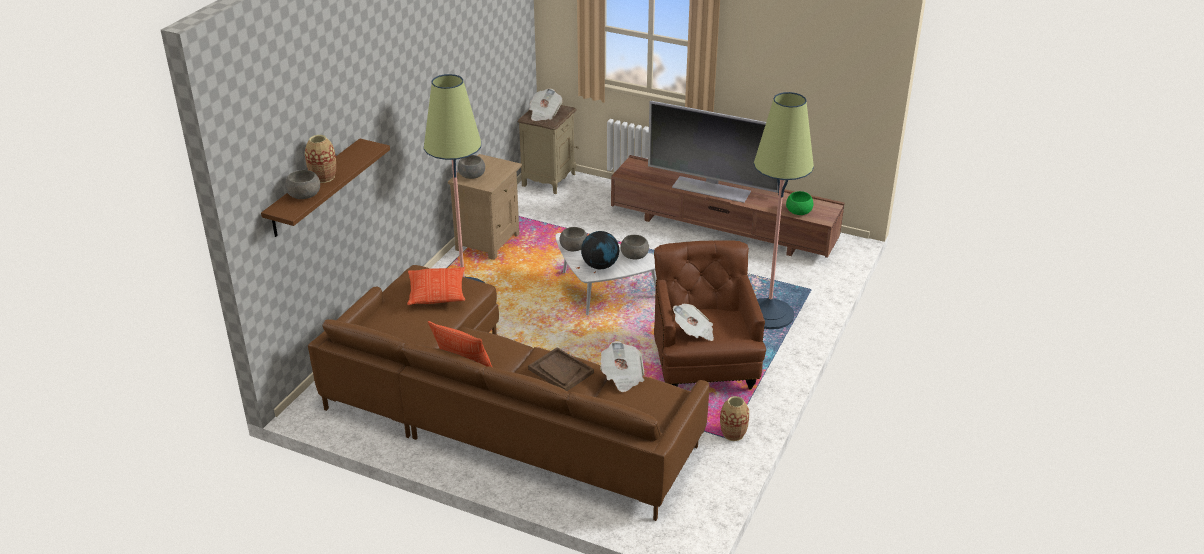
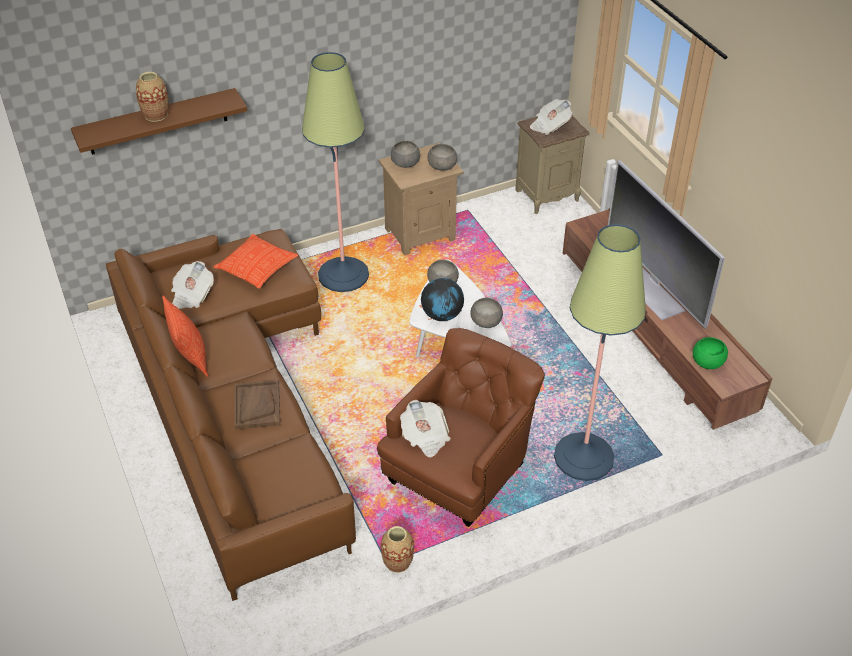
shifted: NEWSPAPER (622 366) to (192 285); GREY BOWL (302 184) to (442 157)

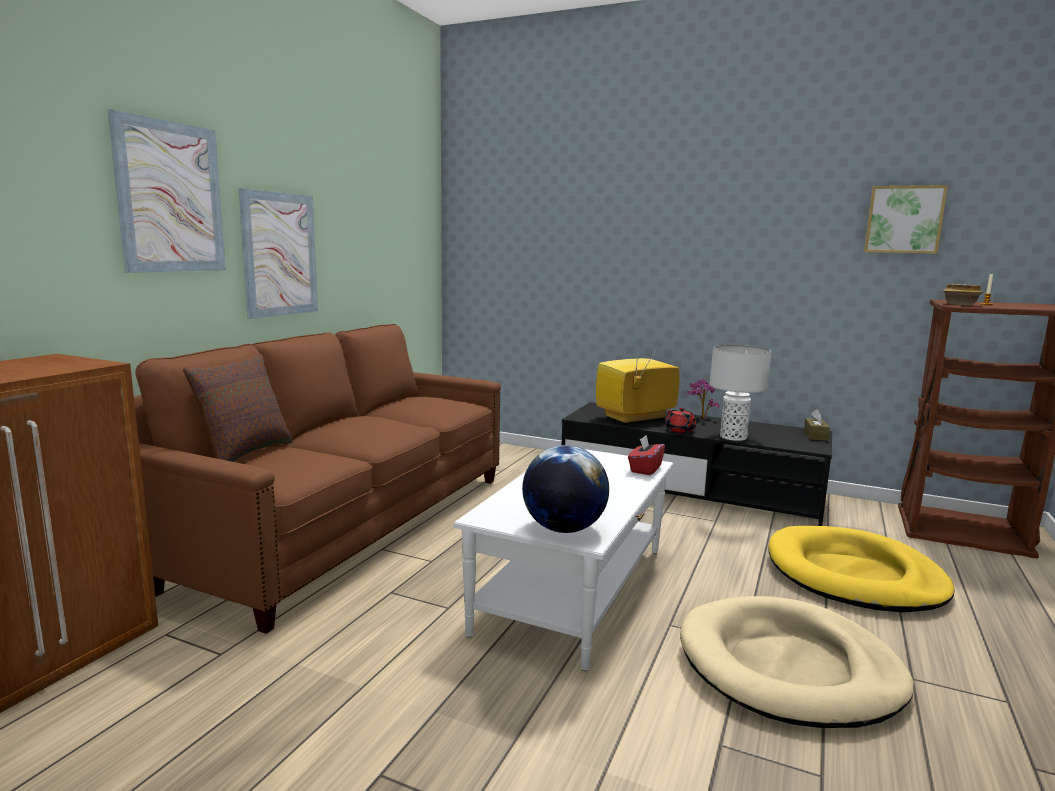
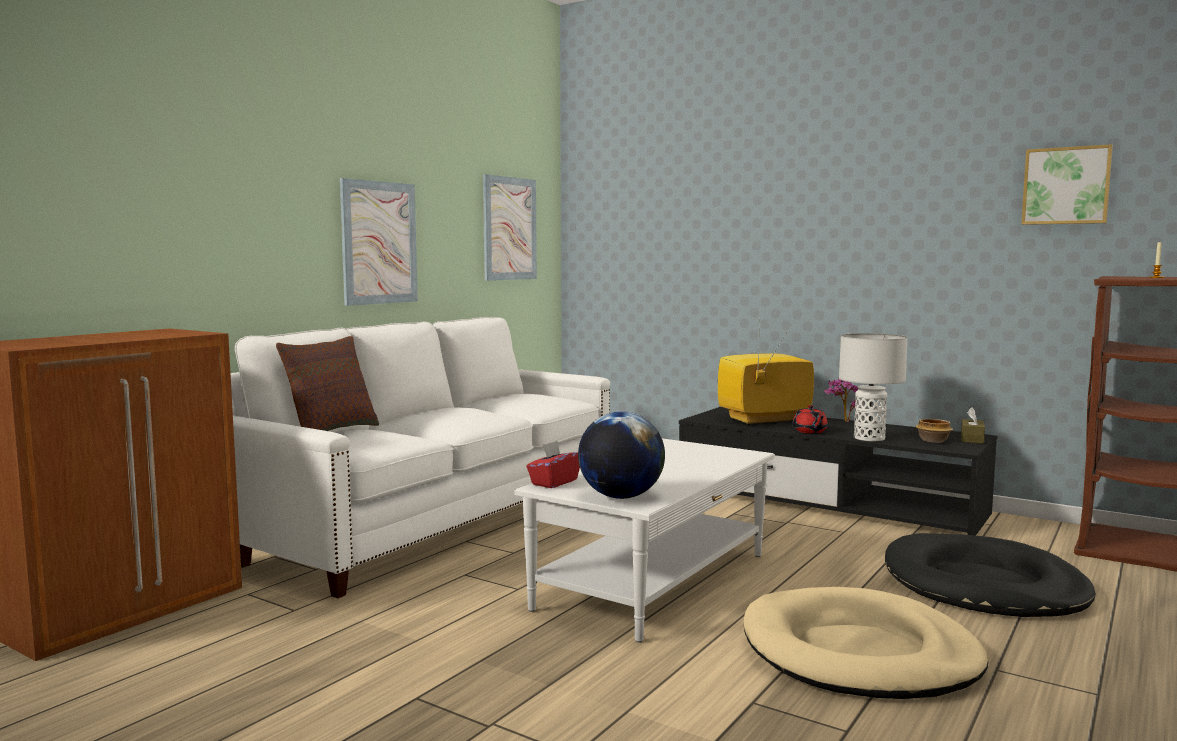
shifted: PICTURE (167 191) to (510 227); RED TISSUE BOX (646 455) to (553 464); BOWL (963 294) to (934 431)
repainted: BROWN SOFA (317 479) to WHITE SOFA (420 457); YELLOW DOG BED (861 569) to BLACK DOG BED (990 575)

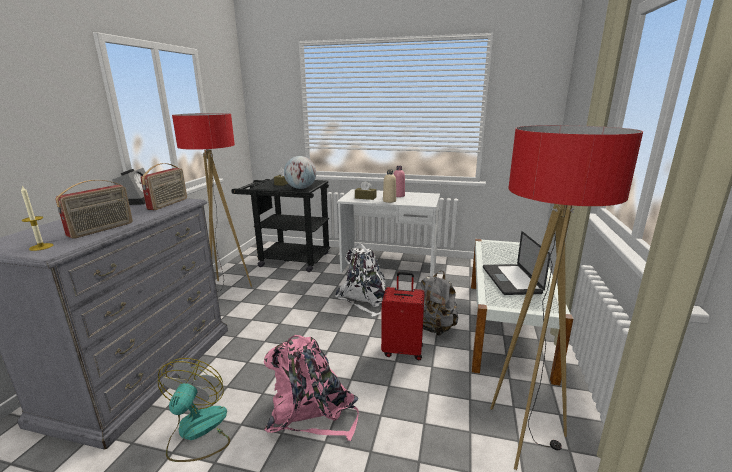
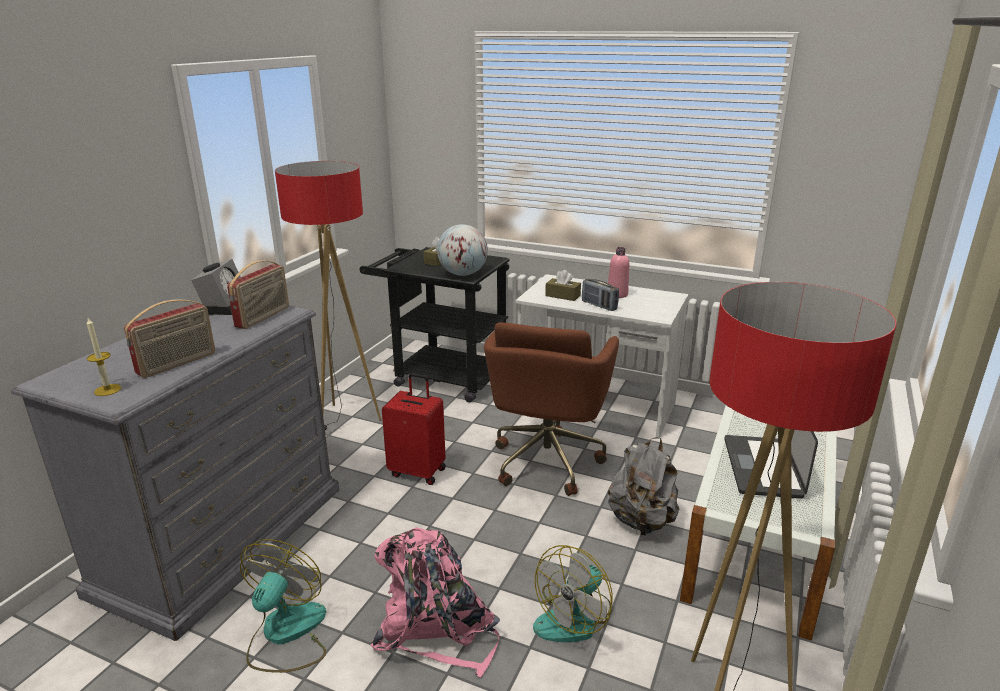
new: FAN (573 593)
shifted: RED SUITCASE (403 316) to (414 429)
swapped: WHITE BACKPACK (360 280) to BROWN OFFICE CHAIR (551 409); BEIGE BOTTLE (389 186) to RADIO (600 295)

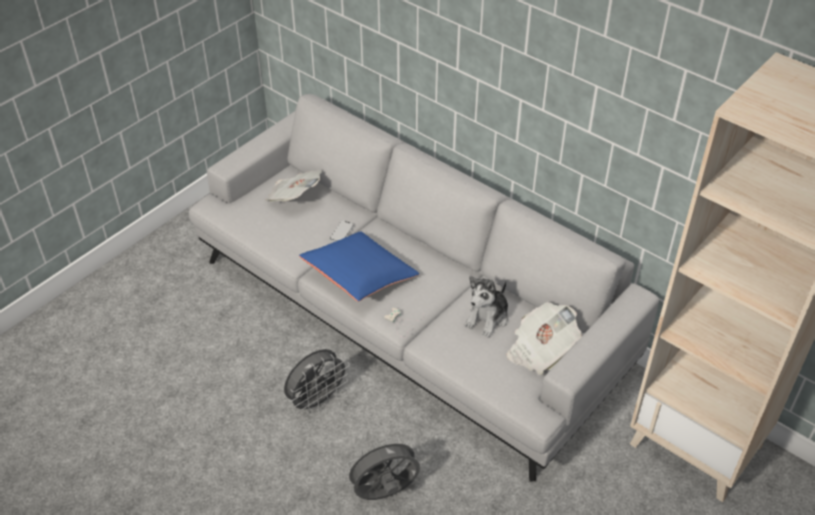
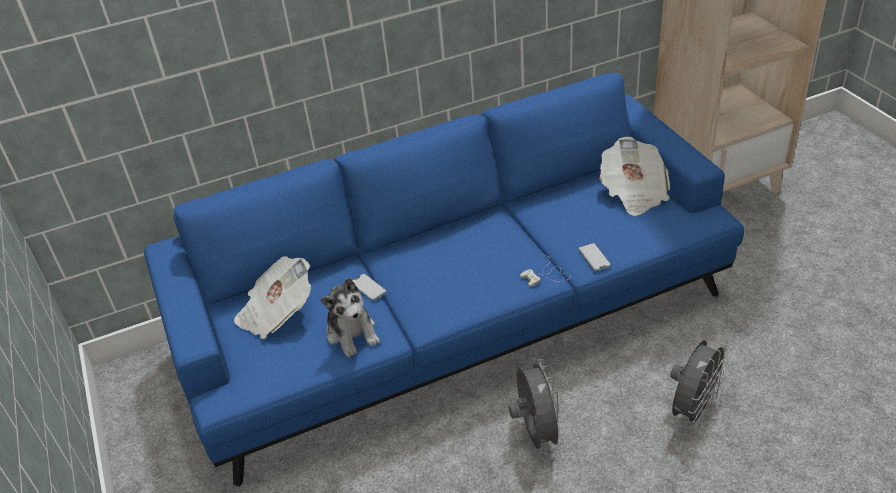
gone: BLUE PILLOW (359 266)
new: PHONE (594 257)
shifted: PLUSH TOY (487 306) to (350 317)
repainted: GREY SOFA (424 288) to BLUE SOFA (444 280)
rotated: GREY FAN (382 468) = (700 384) 150 degrees counterclockwise

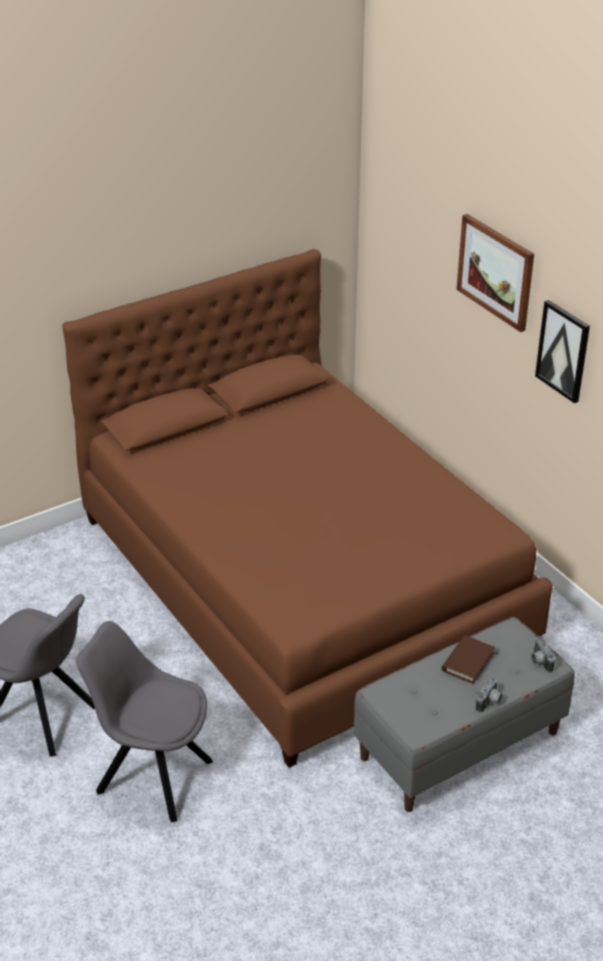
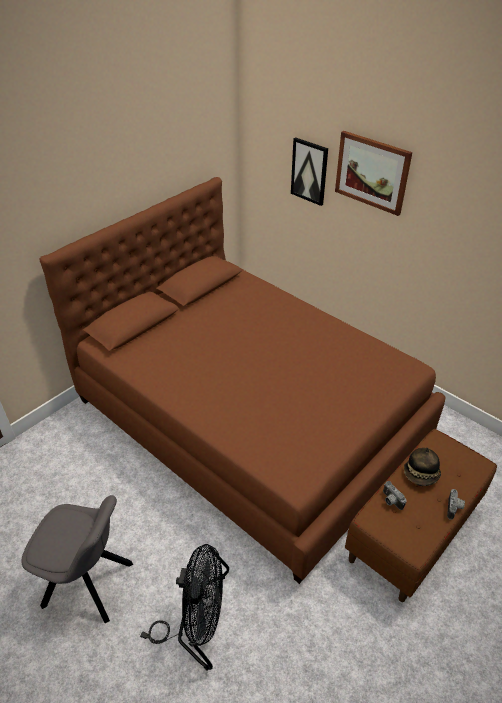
shifted: PICTURE (562 351) to (309 171); PHOTO CAMERA (543 654) to (395 495)
swapped: GREY CHAIR (144 722) to BLACK FAN (184 607); BROWN BOOK (468 659) to HAT (422 466)
repainted: GREY BENCH (464 714) to BROWN BENCH (421 515)

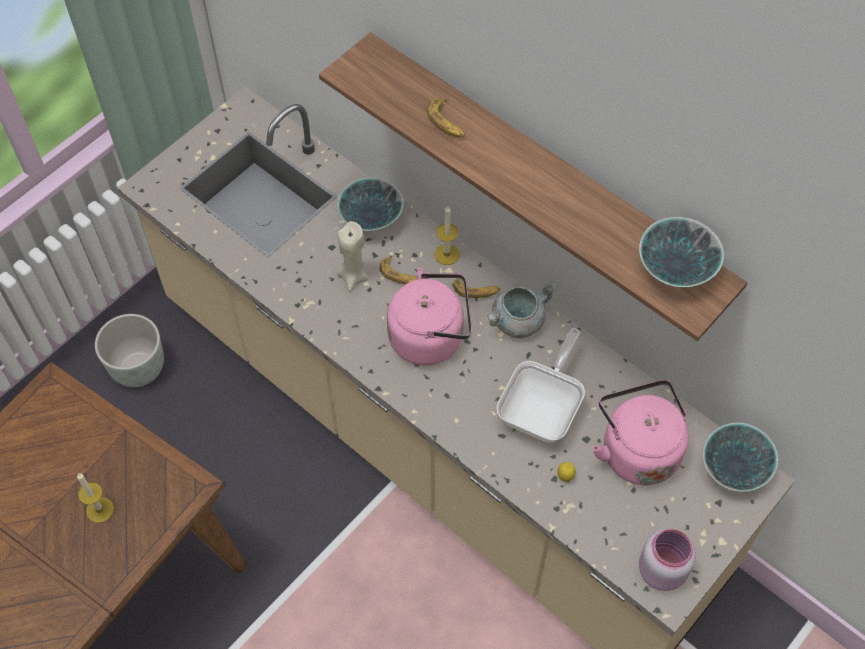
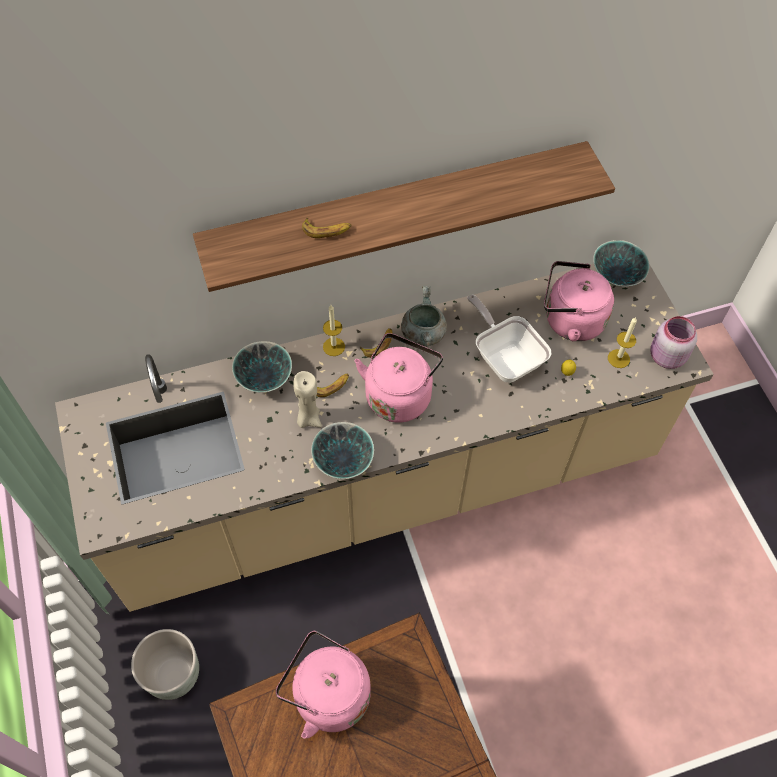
new: PINK KETTLE (323 685)
shifted: BOWL (681 252) to (342 450); CANDLE (95 498) to (622 342)

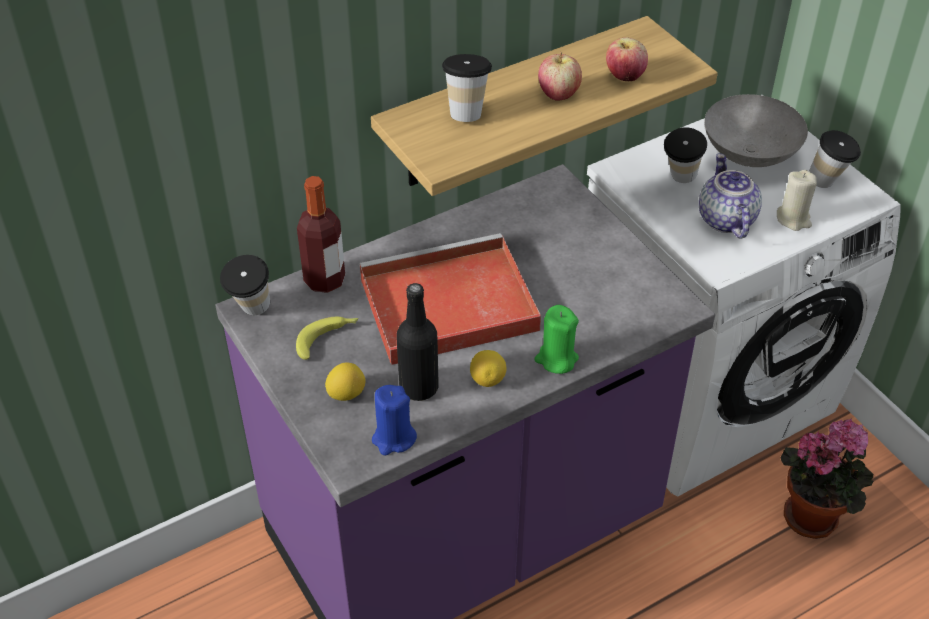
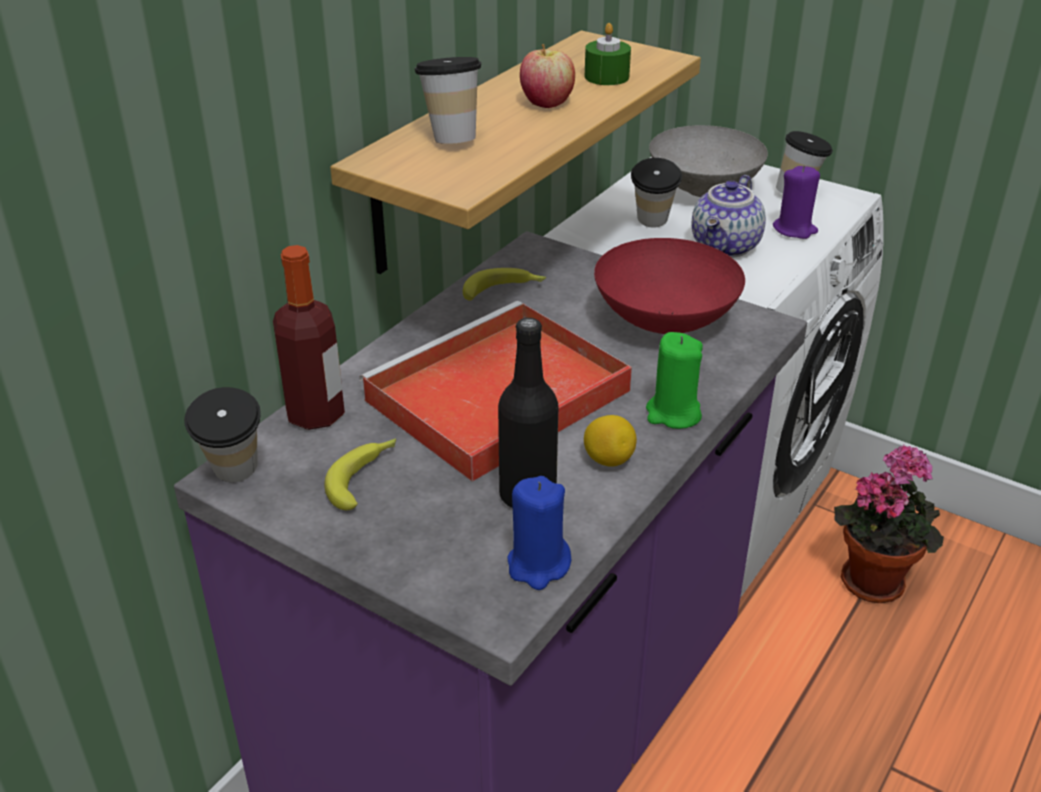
gone: LEMON (345 382)
new: BANANA (504 284); RED BOWL (669 286)
swapped: APPLE (627 59) to GREEN CANDLE (608 54)
repainted: BEIGE CANDLE (797 200) to PURPLE CANDLE (796 202)
rotated: TEAPOT (730 195) = (729 216) 120 degrees counterclockwise

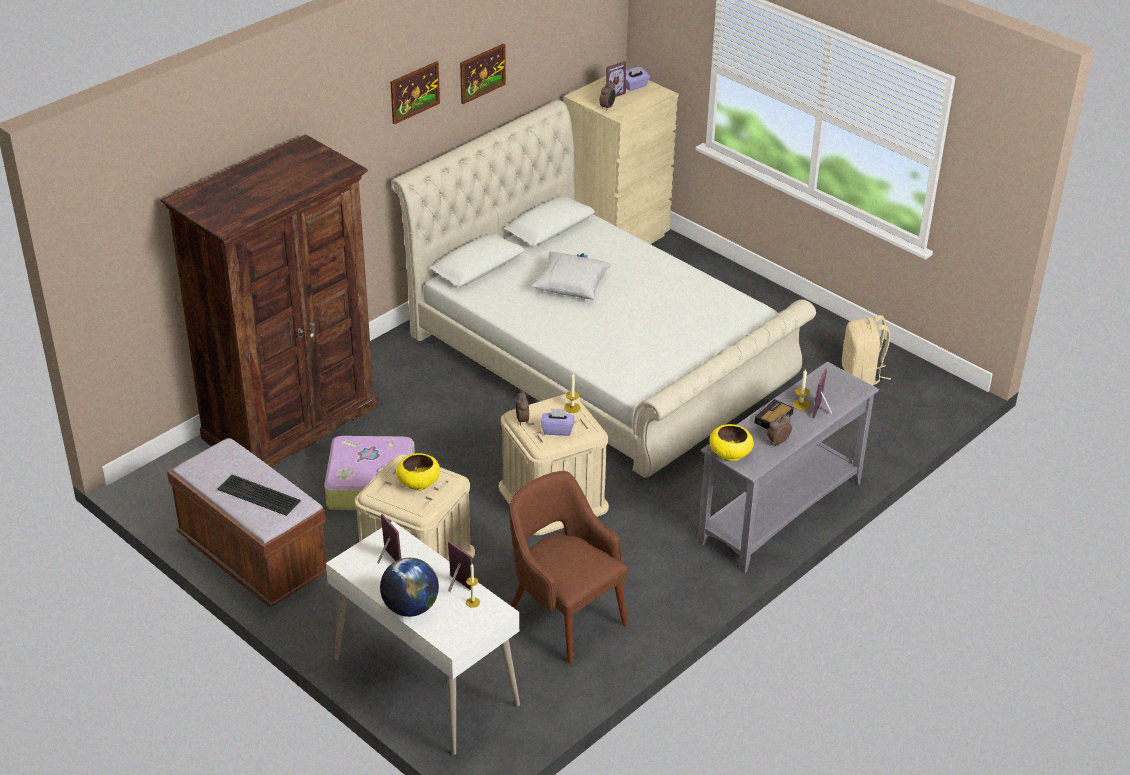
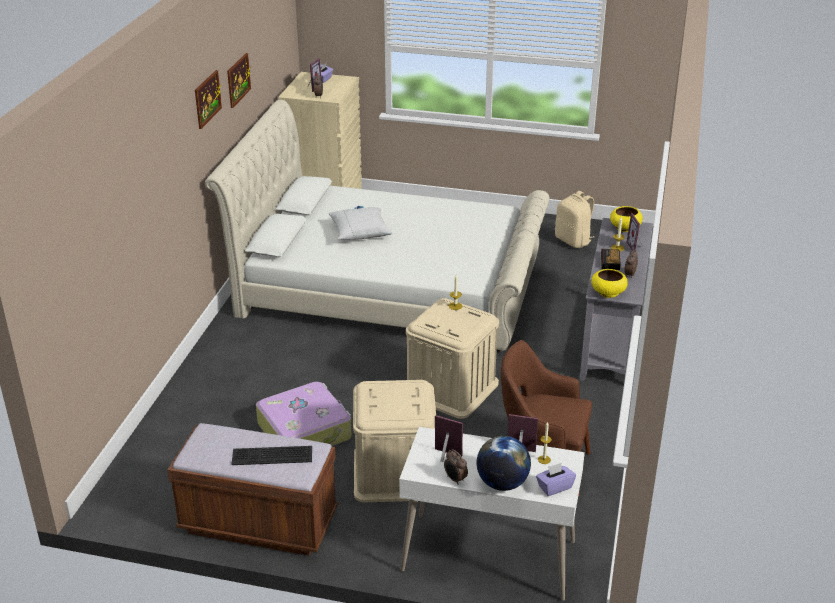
gone: BROWN WARDROBE (269 301)
shifted: ALARM CLOCK (522 408) to (456 467); PURPLE TISSUE BOX (557 422) to (556 479); YELLOW BOWL (418 471) to (626 219)

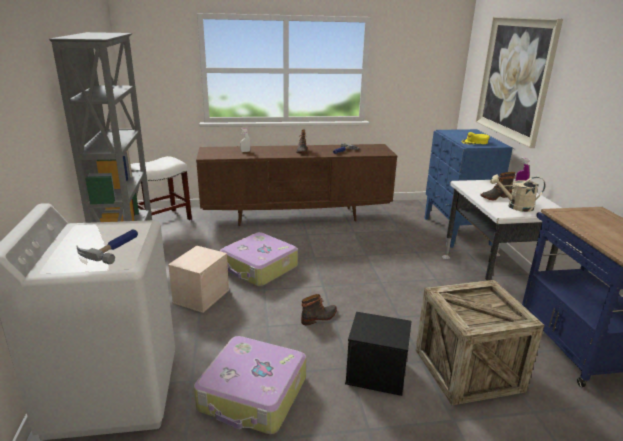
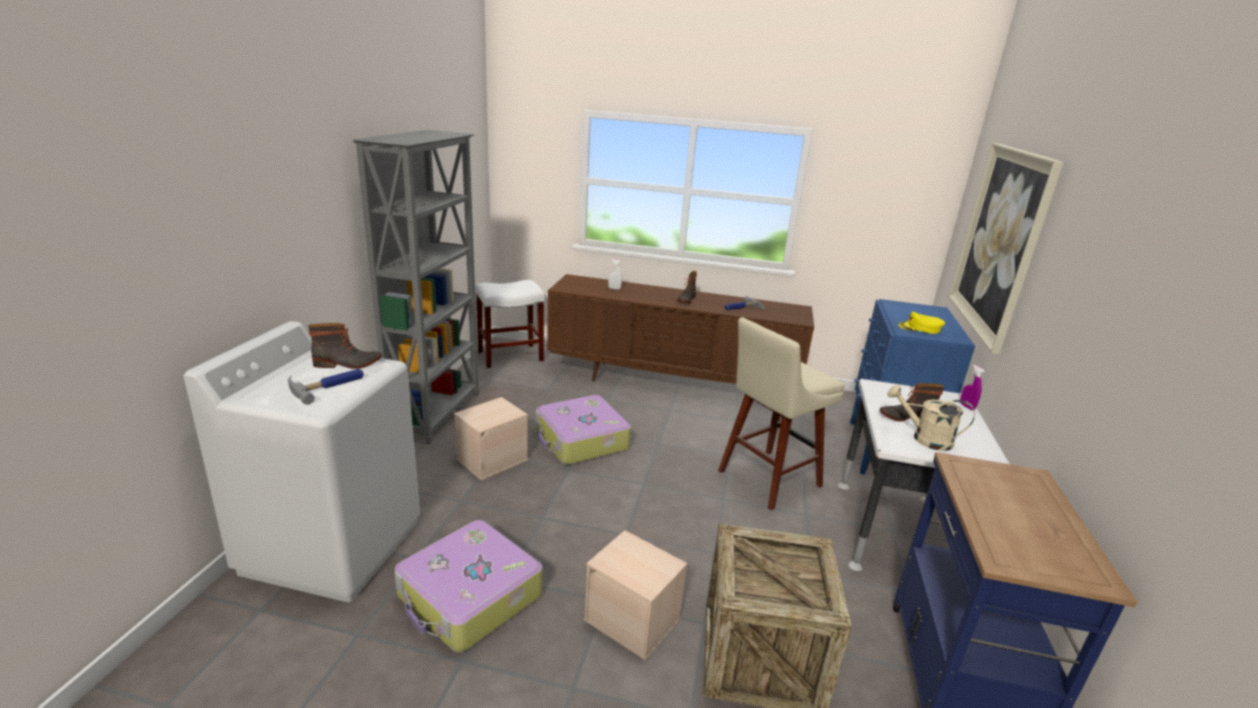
new: BEIGE STOOL (781 413)
shifted: BOOT (319 309) to (345 346)
repainted: BLACK STORAGE BOX (378 354) to BEIGE STORAGE BOX (635 595)

